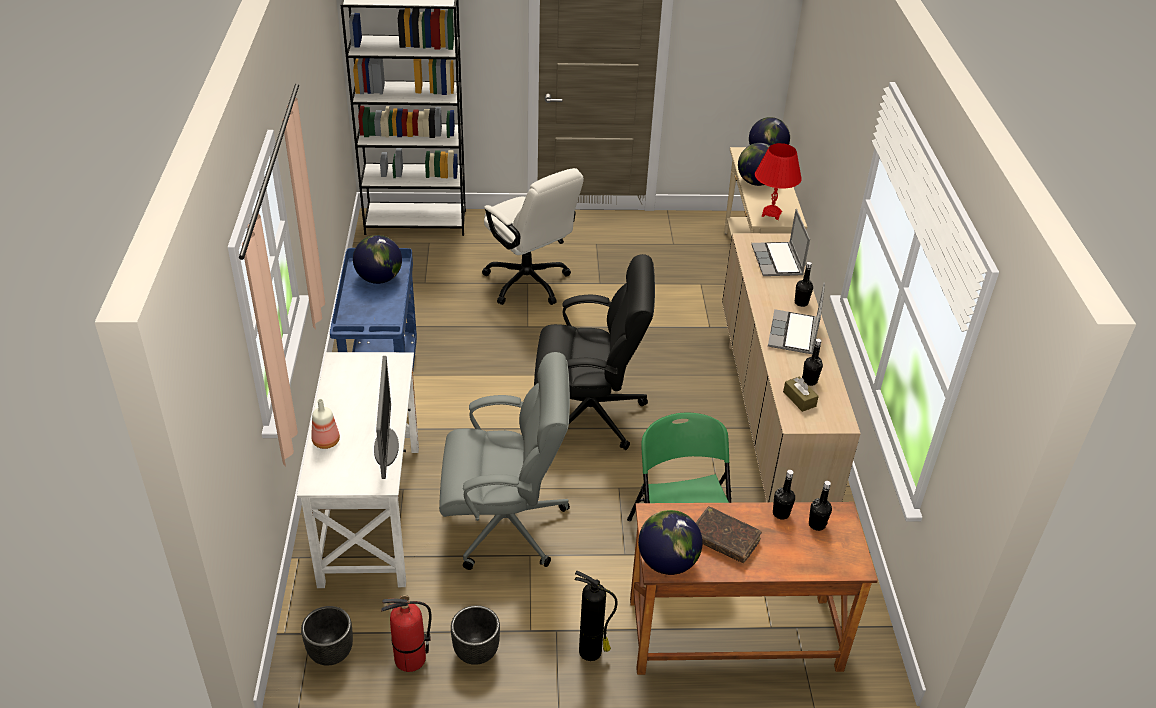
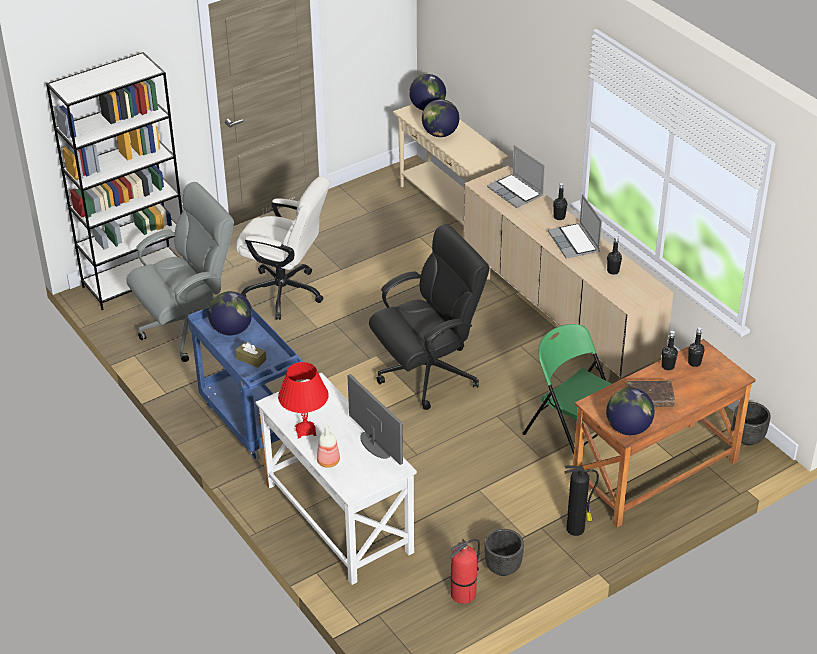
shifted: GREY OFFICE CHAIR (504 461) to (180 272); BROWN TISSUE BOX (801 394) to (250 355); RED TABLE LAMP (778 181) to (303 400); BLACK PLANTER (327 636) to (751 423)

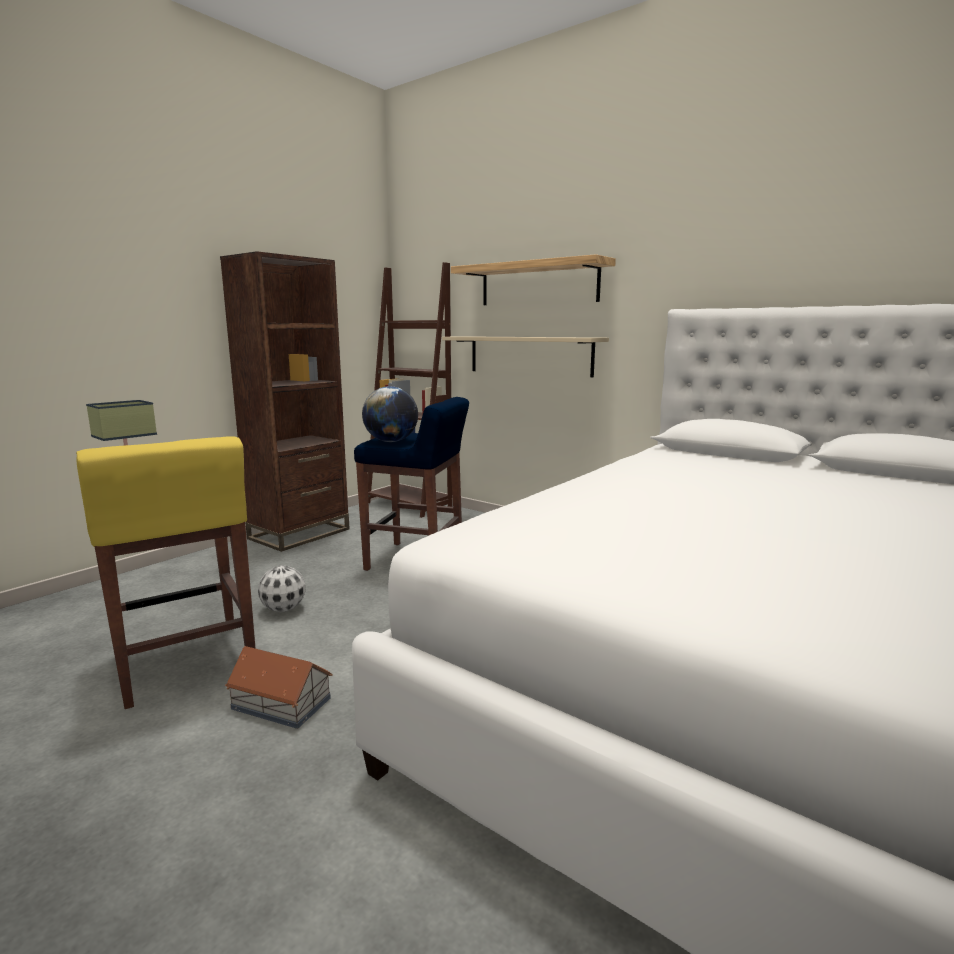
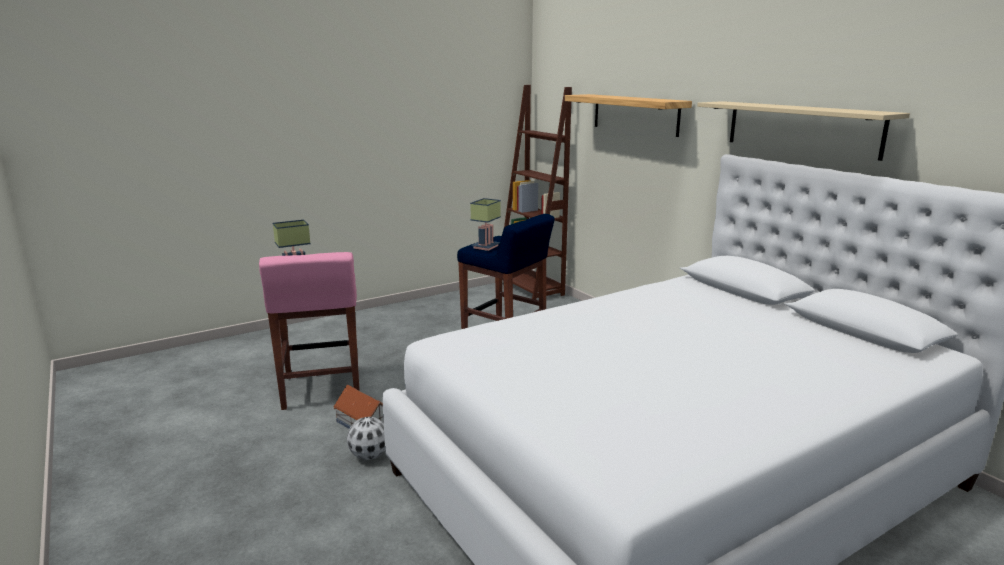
gone: BROWN BOOKCASE (285 401)
shifted: FOOTBALL (282 588) to (366 438); BEIGE SHELF (525 356) to (803 131)
swapped: GLOBE (390 414) to TABLE LAMP (485 224)
repainted: YELLOW STOOL (166 572) to PINK STOOL (309 331)

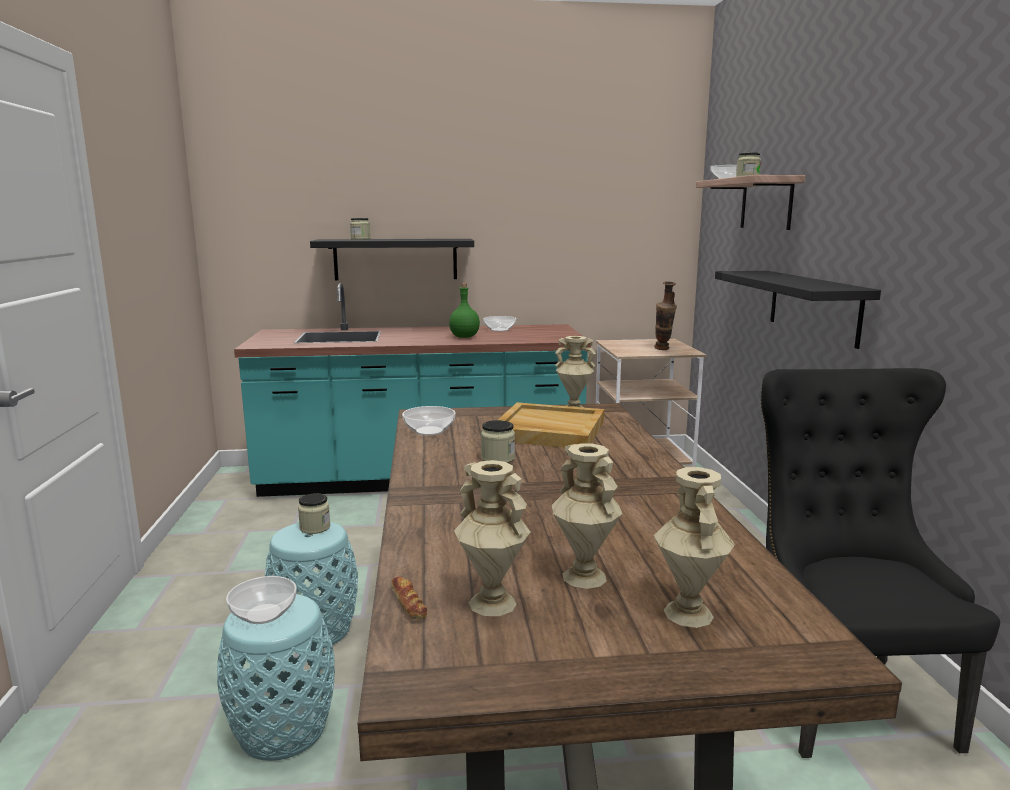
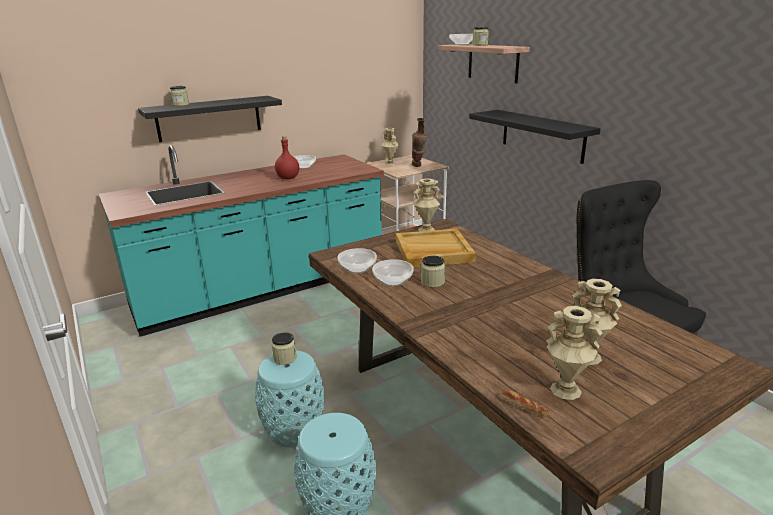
shifted: BOWL (261 600) to (393 272); BEIGE VASE (694 547) to (390 147)
repainted: GREEN BOTTLE (464 310) to RED BOTTLE (287 157)

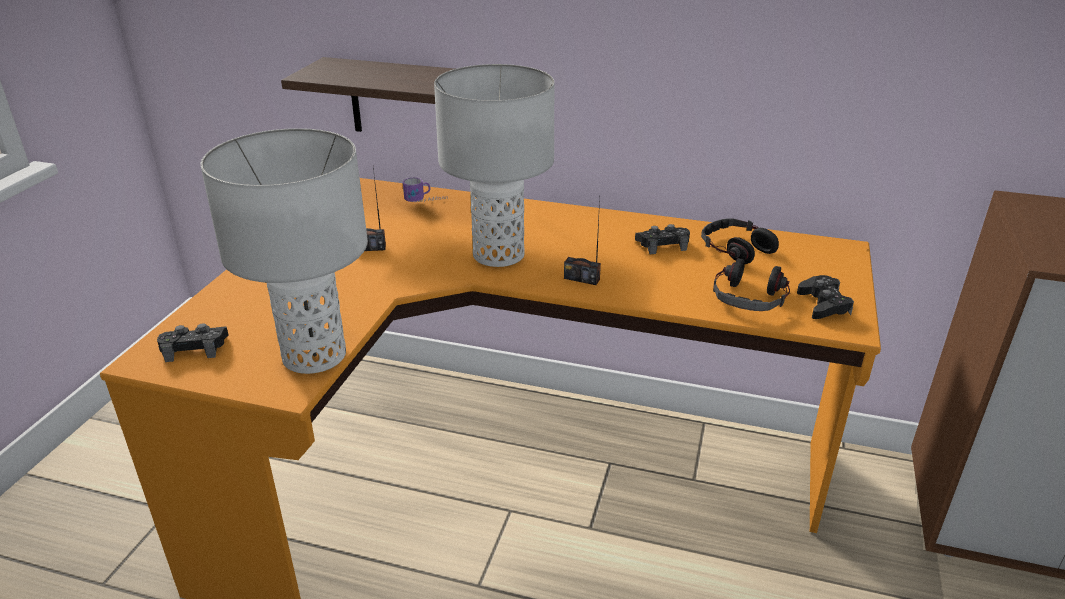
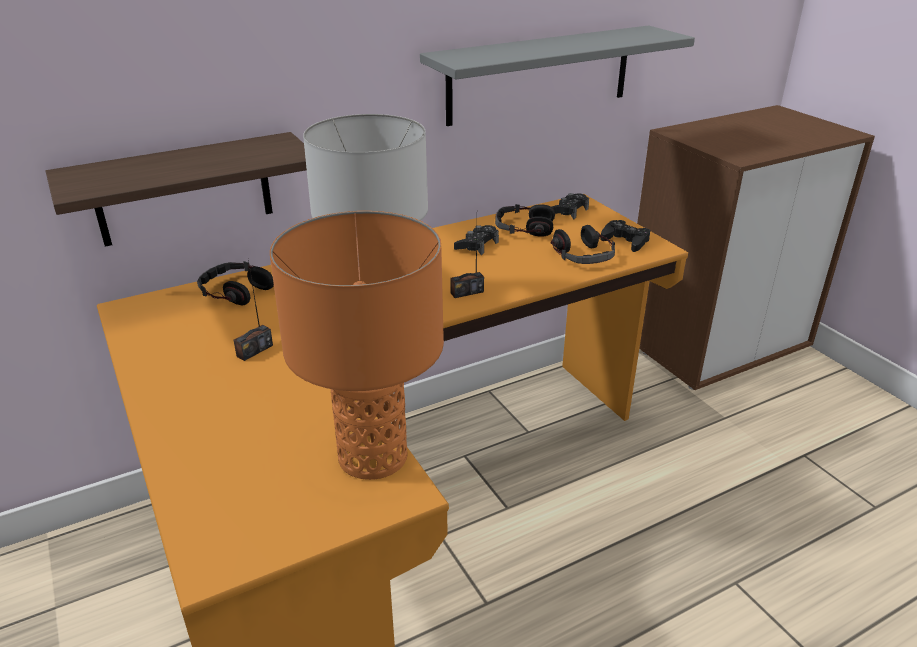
new: GREY SHELF (557 75)
shifted: BLACK GAME CONTROLLER (193 342) to (570 206)
swapped: MUG (425 189) to HEADPHONES (235 283)
repainted: WHITE TABLE LAMP (284 251) to ORANGE TABLE LAMP (357 345)

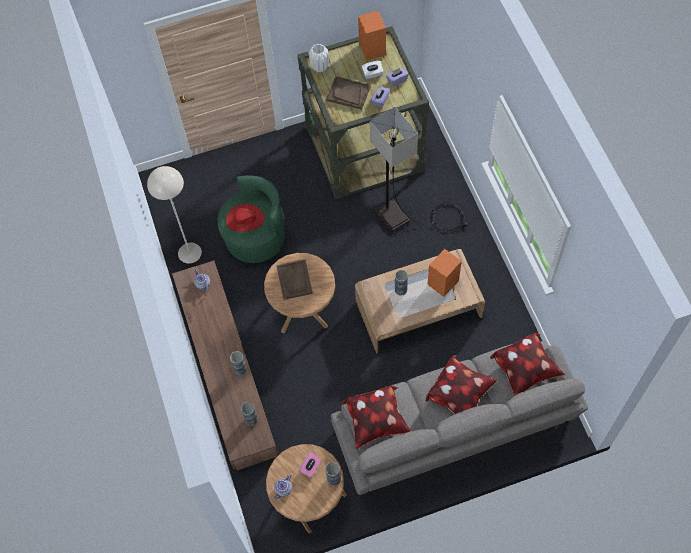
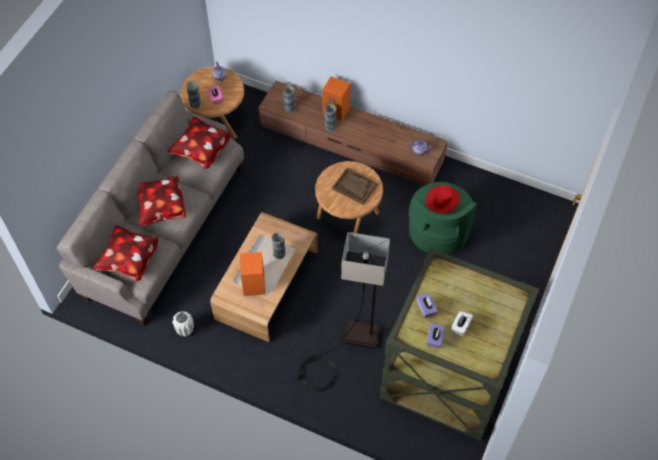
gone: BEIGE FLOOR LAMP (174 215); BROWN TRAY (348 93)
shifted: WHITE VASE (318 58) to (183 324); ORANGE SPEAKER (372 36) to (336 99)

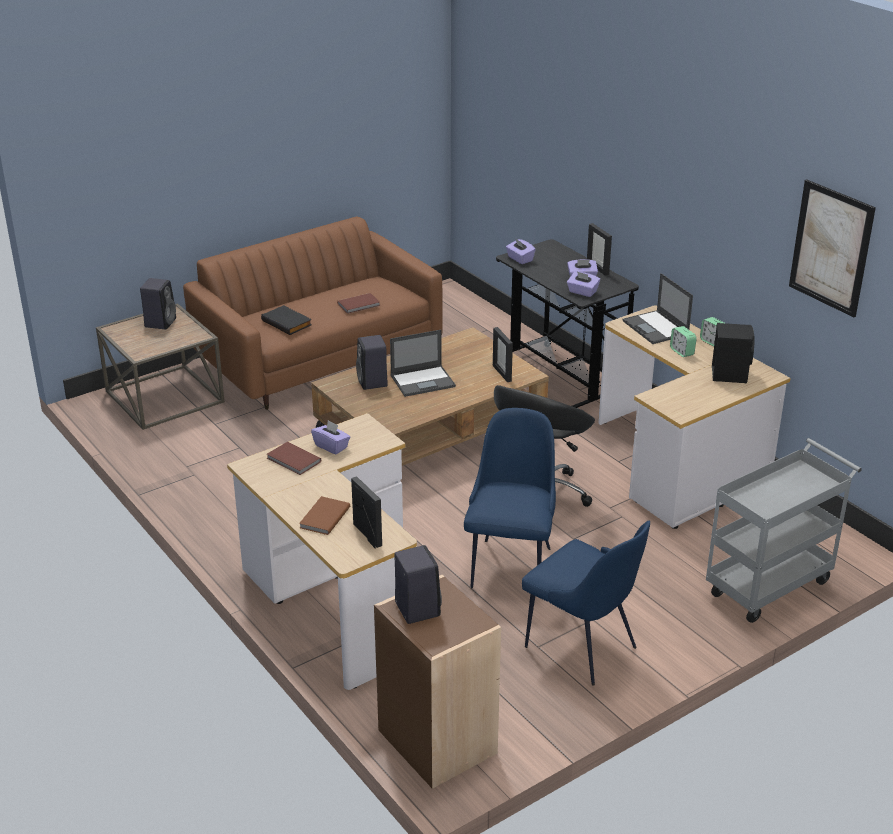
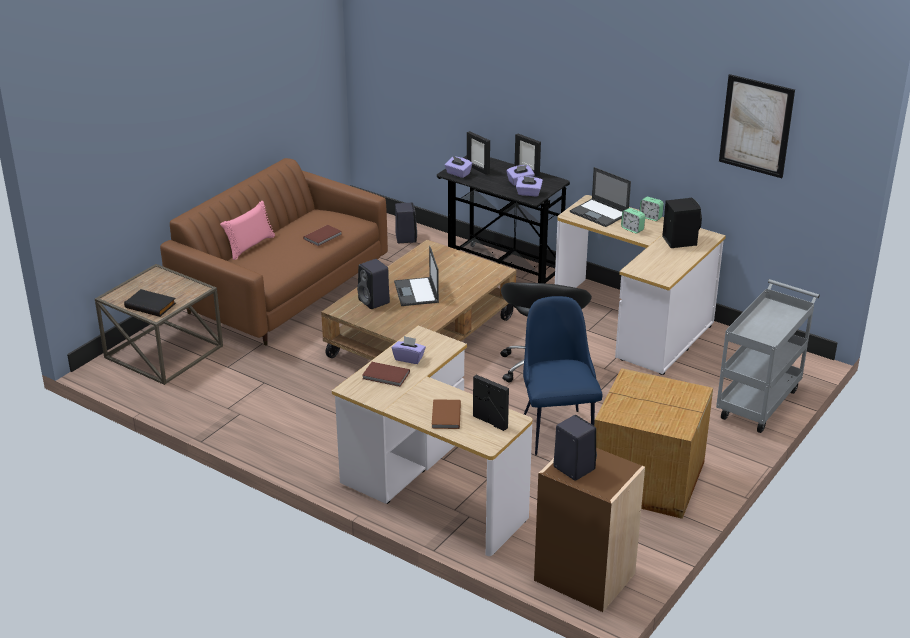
new: PINK PILLOW (247 230)
shifted: BLACK BOOK (286 320) to (150 303); BLACK SPEAKER (158 304) to (406 223); PICTURE FRAME (503 354) to (478 153)
swapped: BLUE CHAIR (586 603) to CARDBOARD BOX (653 443)
rotated: LAPTOP (423 363) = (416 276) 120 degrees clockwise

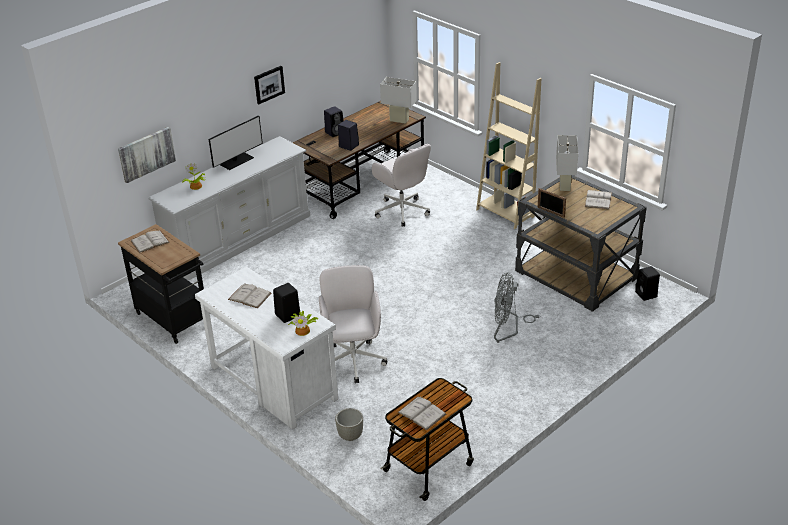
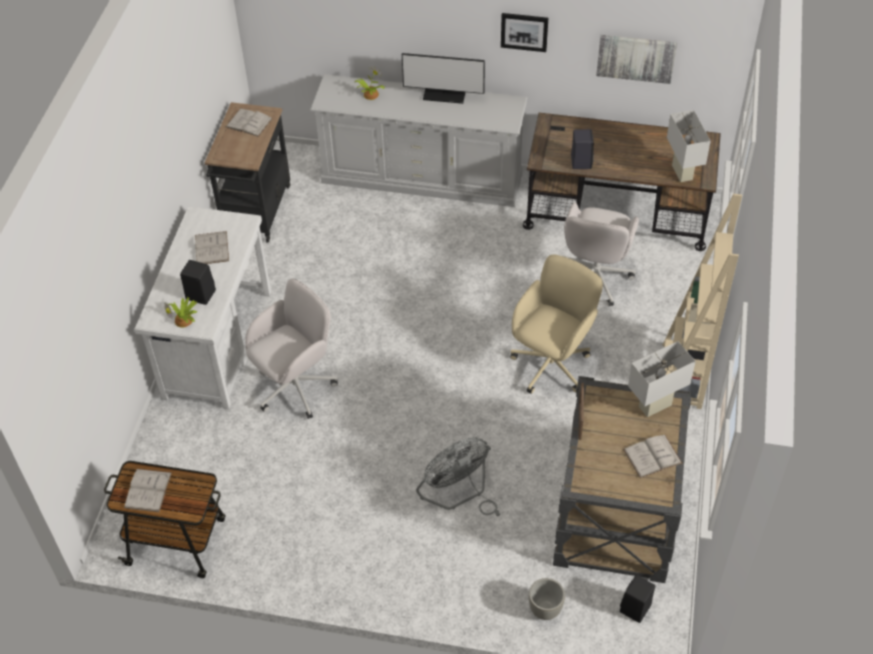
gone: BLACK SPEAKER (334 121)
new: BEIGE OFFICE CHAIR (556 324)
shifted: GREY PLANTER (349 424) to (547 599); PICTURE (147 155) to (636 59)

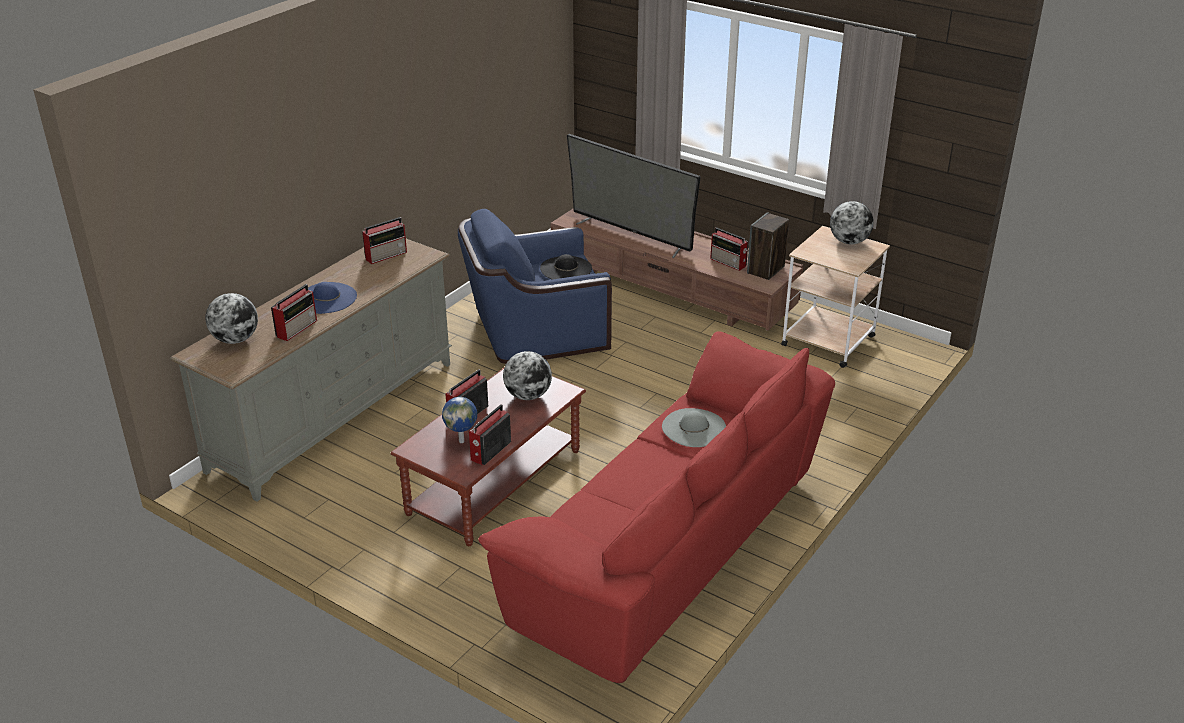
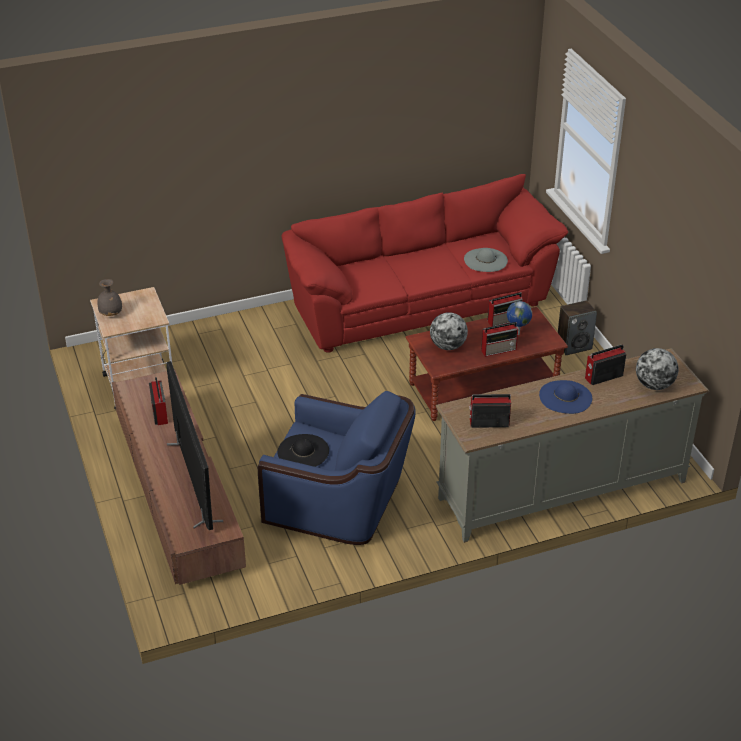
shifted: GREY HAT (694 427) to (486 260); SPEAKER (768 246) to (577 327)
swapped: GLOBE (852 222) to GREY VASE (109 297)

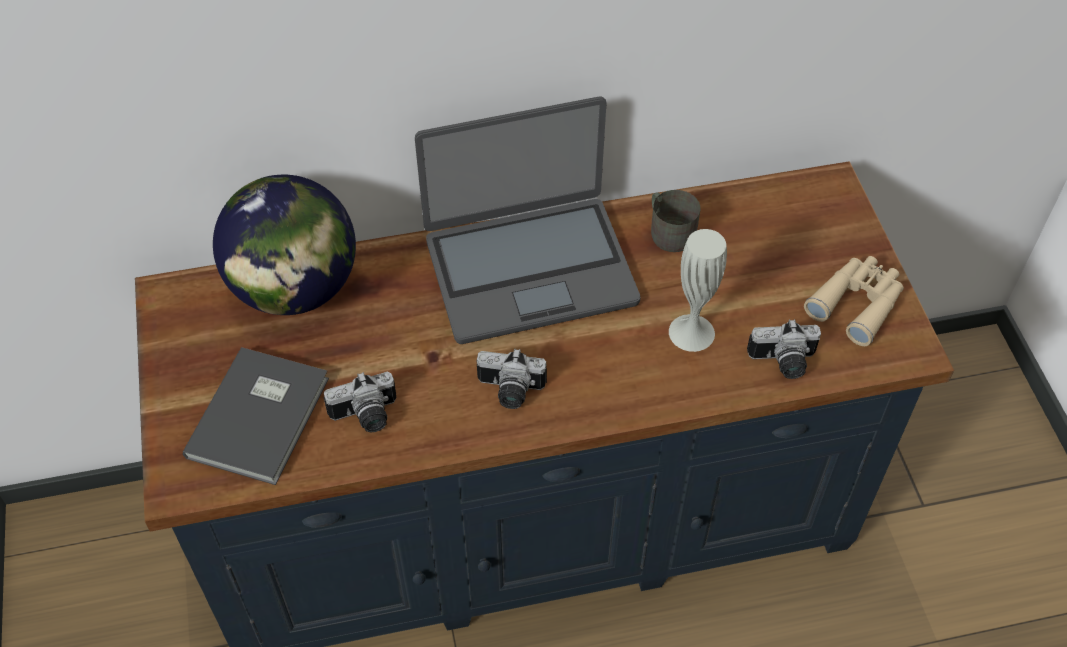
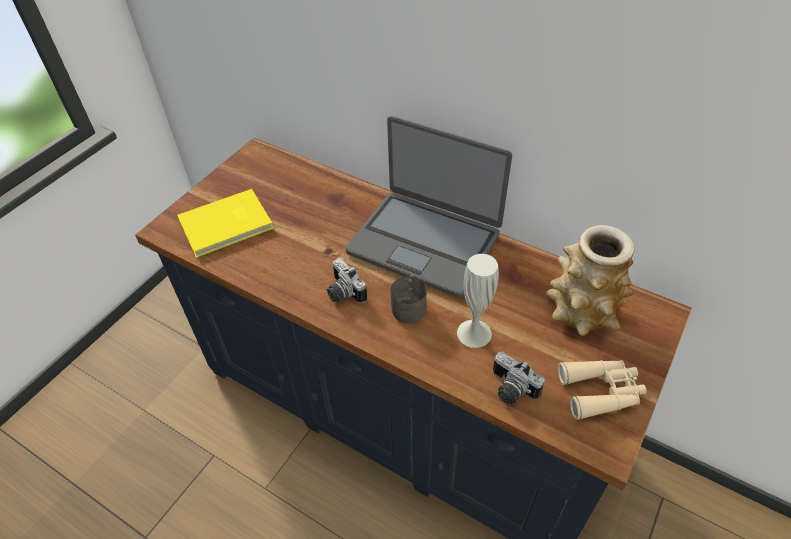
gone: GLOBE (284 245); PHOTO CAMERA (360 402)
new: VASE (590 280)
shifted: GREY MUG (675 221) to (408 299)
repainted: GREY BOOK (256 416) to YELLOW BOOK (225 223)

